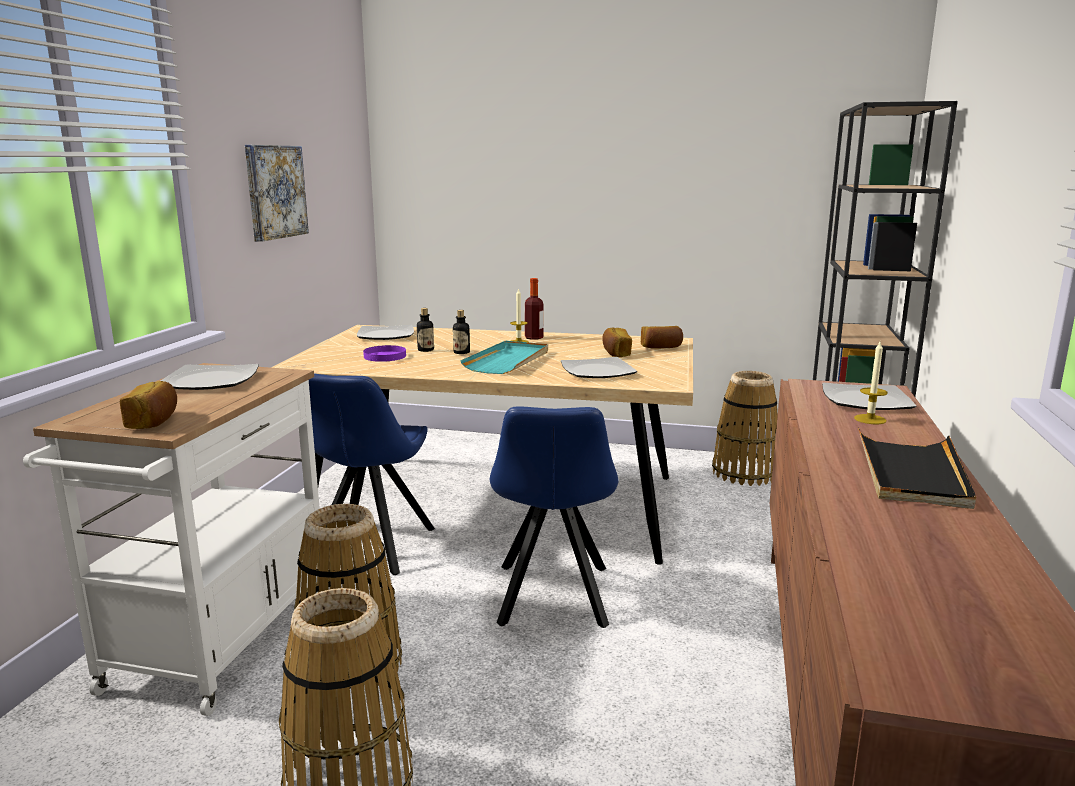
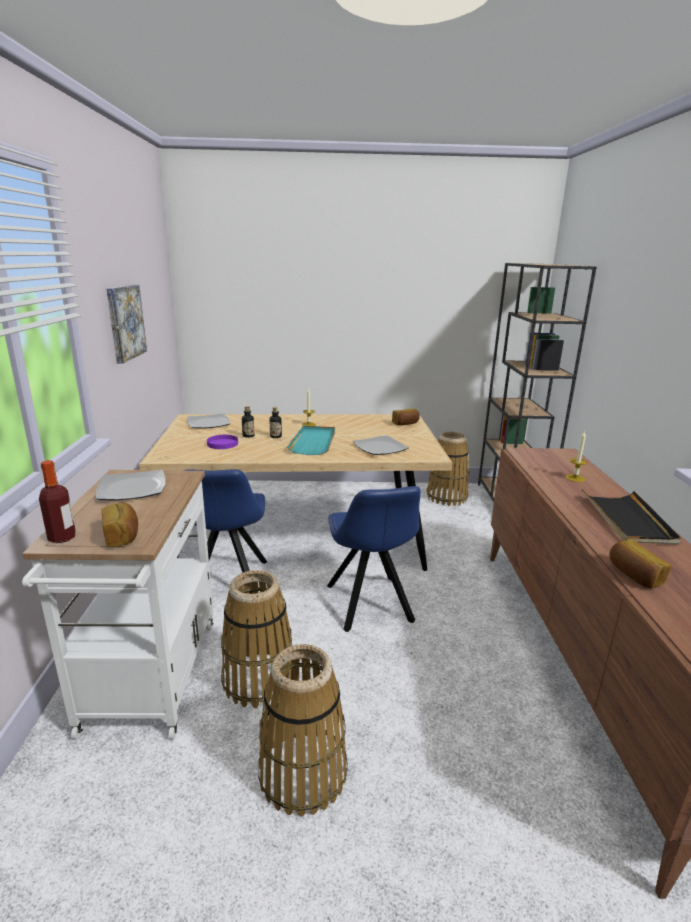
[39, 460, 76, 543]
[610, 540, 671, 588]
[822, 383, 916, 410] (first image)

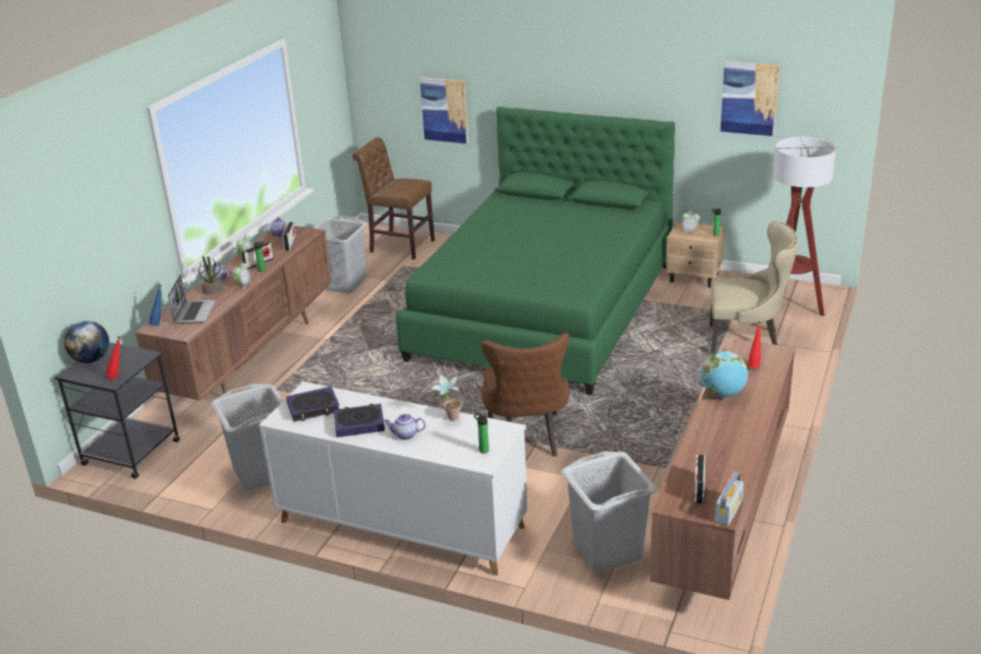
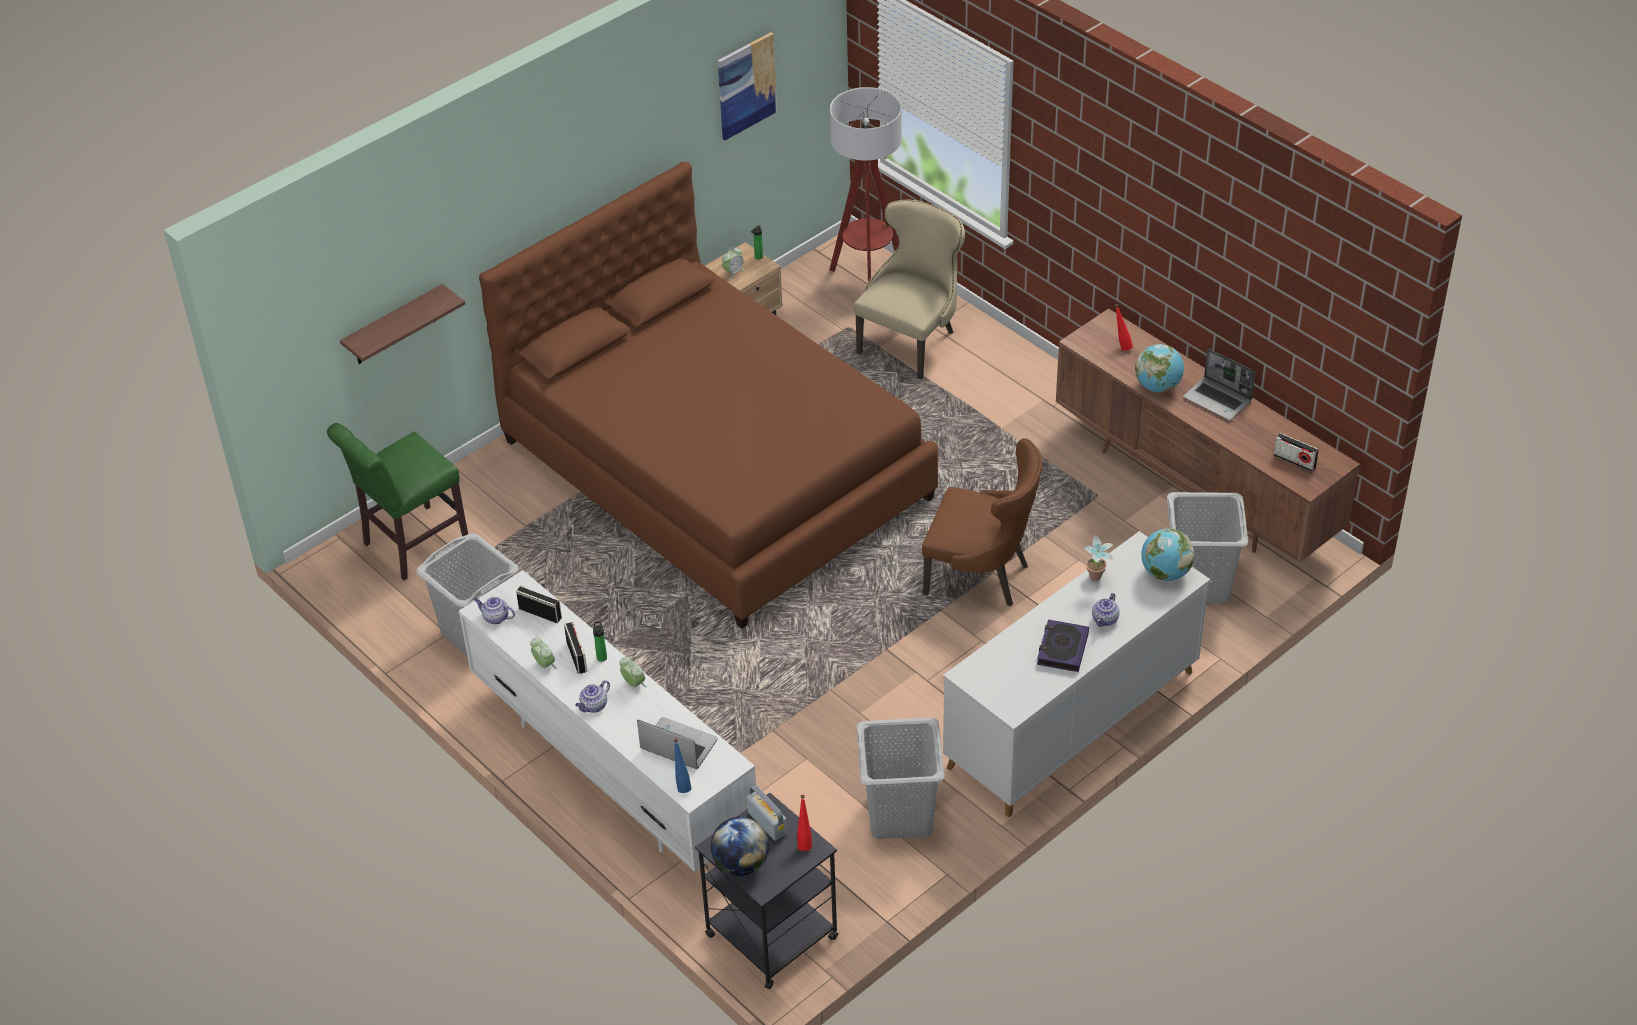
[459, 570, 756, 872]
[199, 256, 223, 294] (first image)
[286, 386, 339, 422] (first image)
[327, 423, 468, 581]
[479, 161, 938, 629]
[340, 284, 465, 364]
[1141, 529, 1194, 581]
[747, 785, 787, 841]
[1183, 349, 1255, 420]

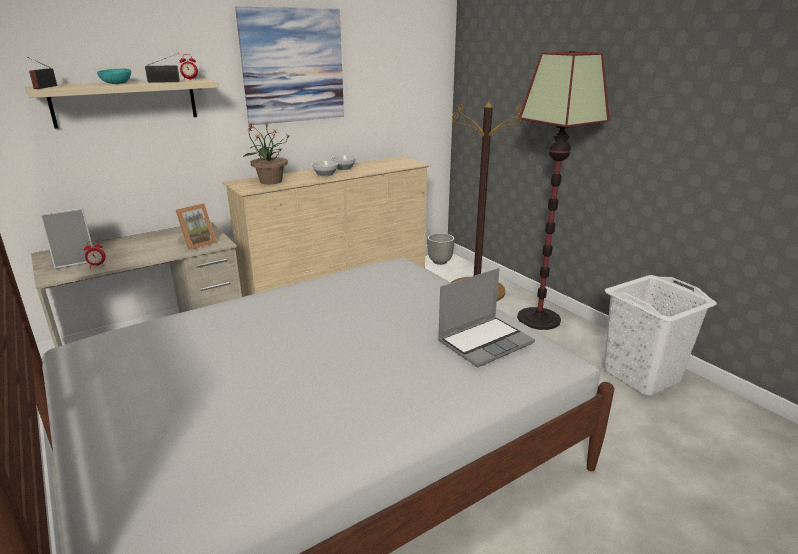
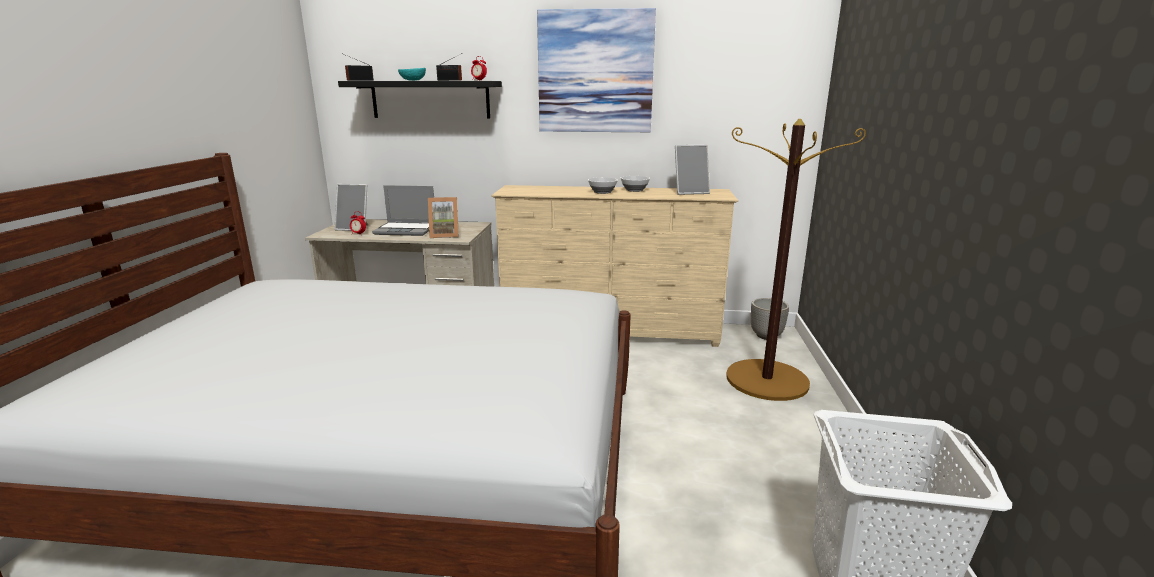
[338, 81, 502, 118]
[242, 123, 291, 184] (first image)
[372, 185, 434, 236]
[517, 51, 610, 330] (first image)
[675, 145, 710, 195]

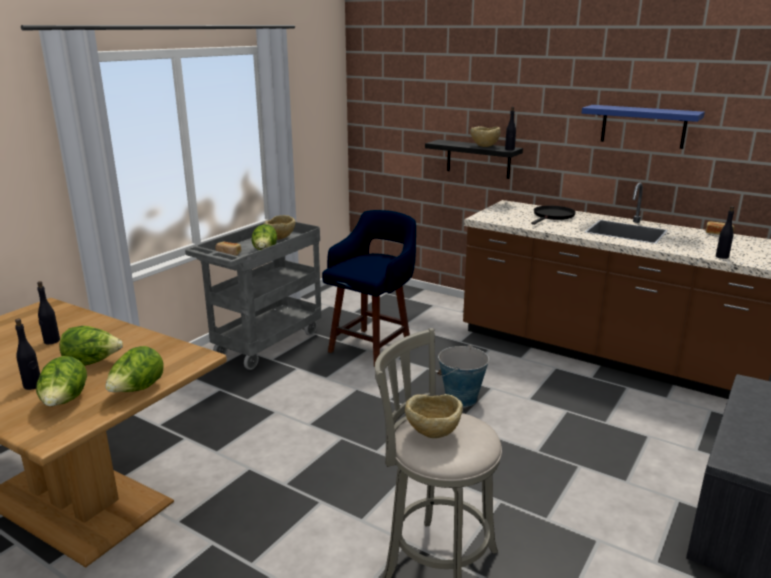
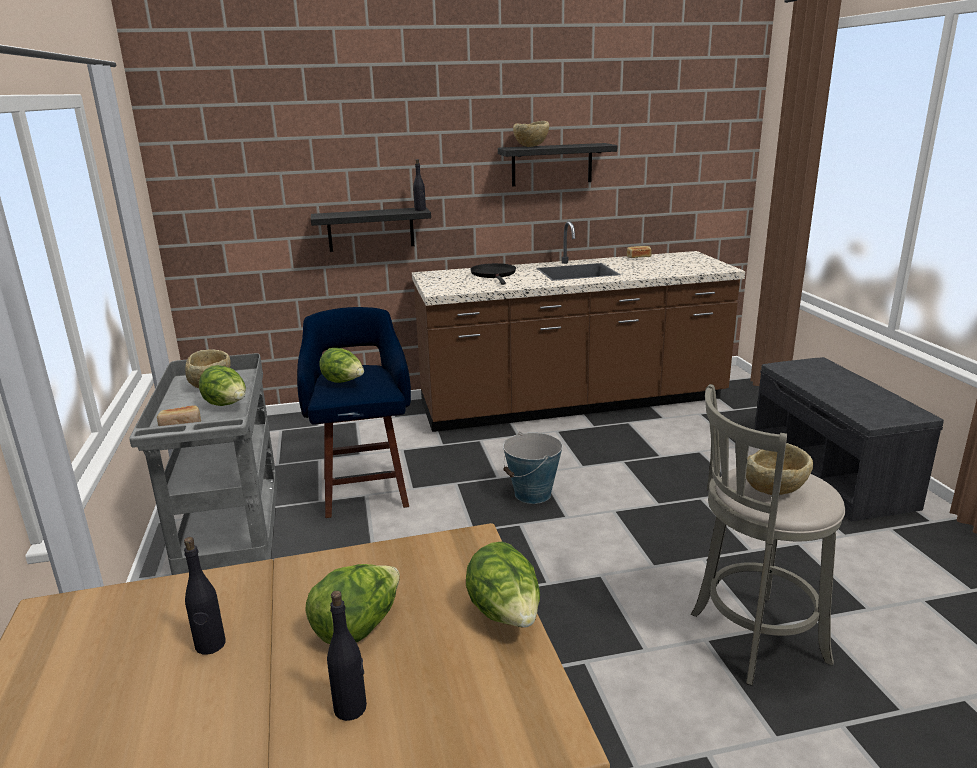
[319, 348, 364, 383]
[513, 121, 549, 147]
[498, 143, 617, 186]
[716, 206, 734, 259] (first image)

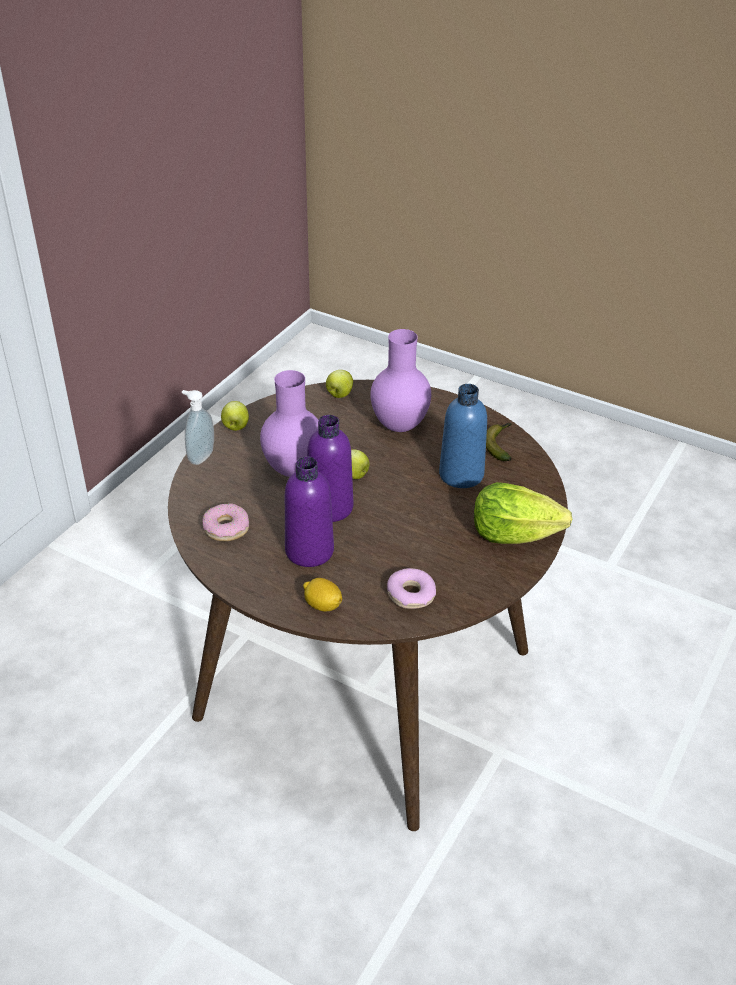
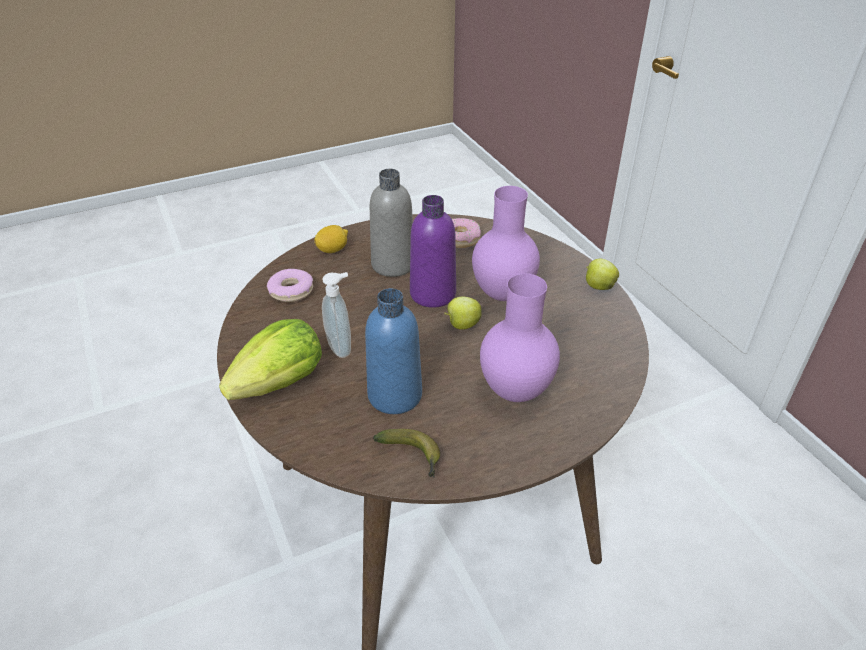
[322, 272, 351, 358]
[370, 169, 413, 277]
[326, 370, 353, 398] (first image)

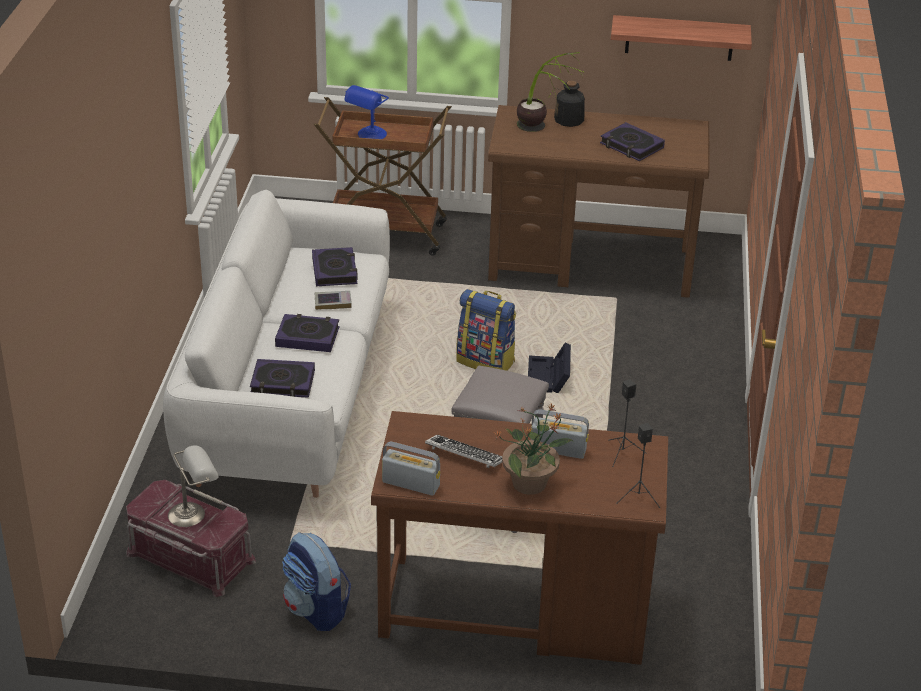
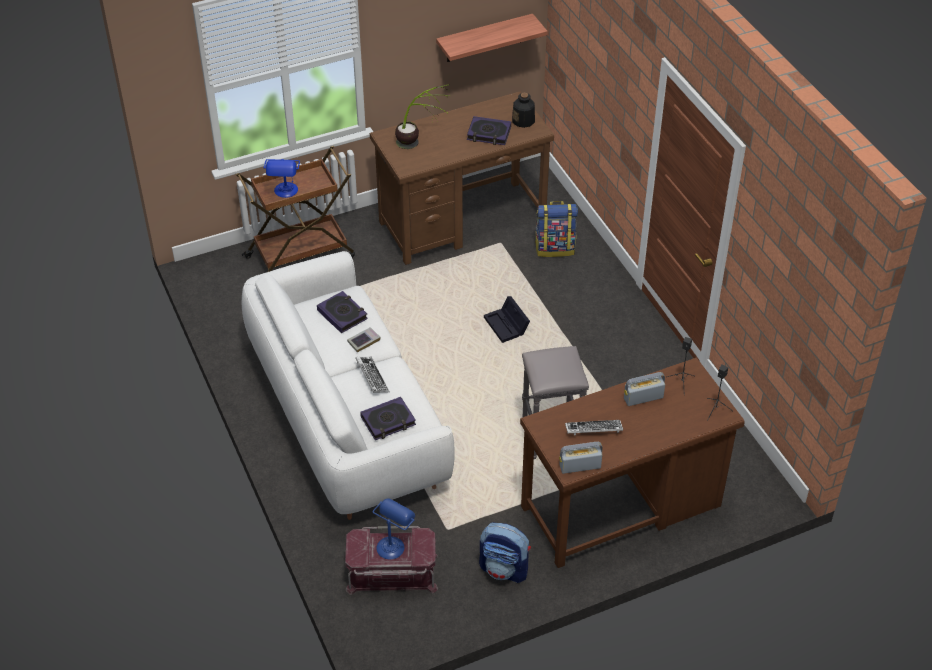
[373, 499, 415, 559]
[356, 357, 390, 393]
[535, 201, 578, 257]
[495, 403, 573, 495] (first image)
[512, 93, 535, 128]

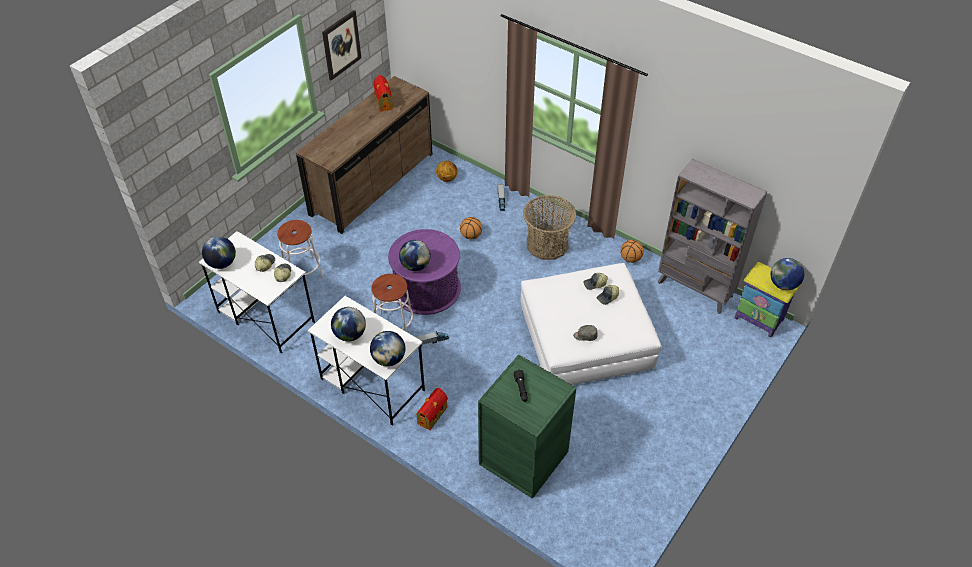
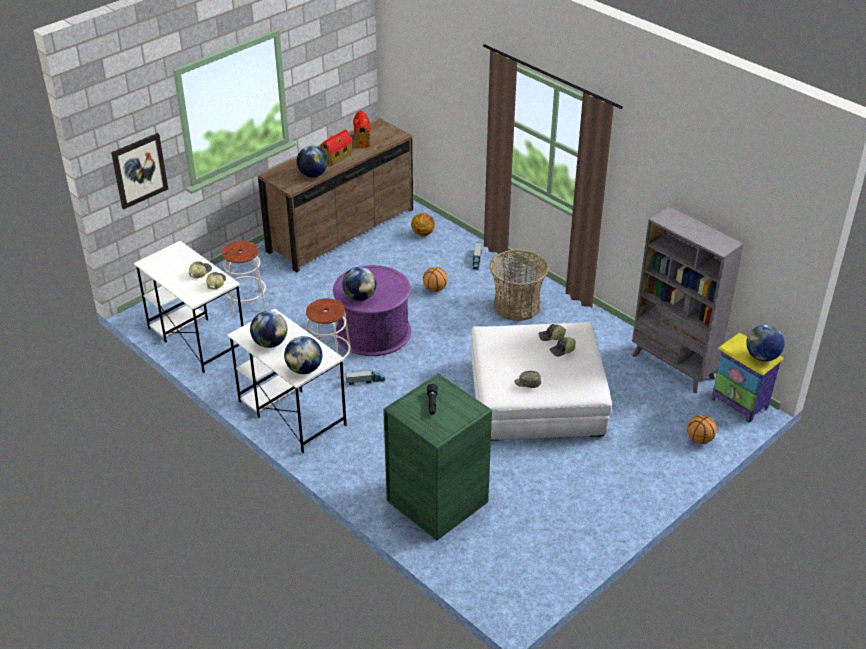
[297, 146, 328, 177]
[111, 133, 168, 209]
[320, 130, 352, 166]
[687, 415, 717, 444]

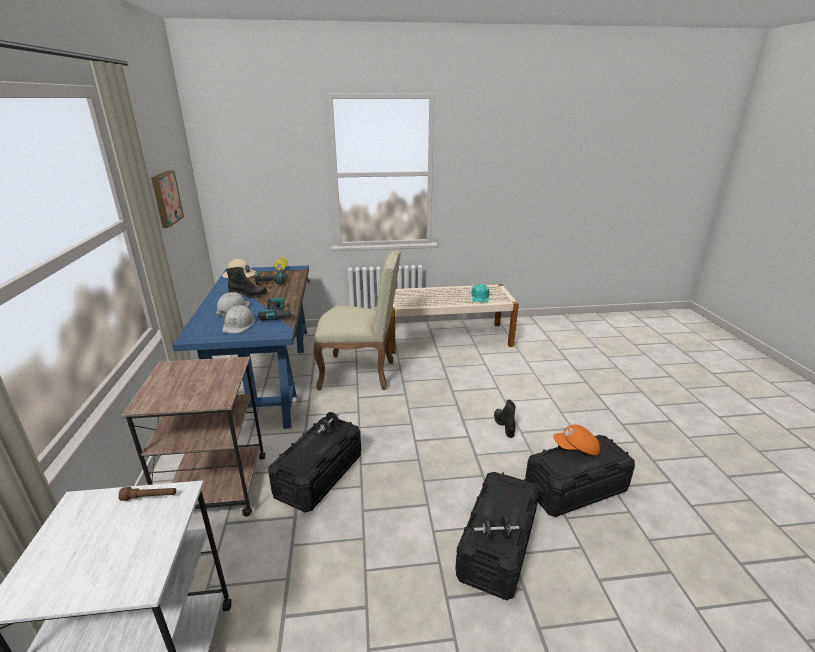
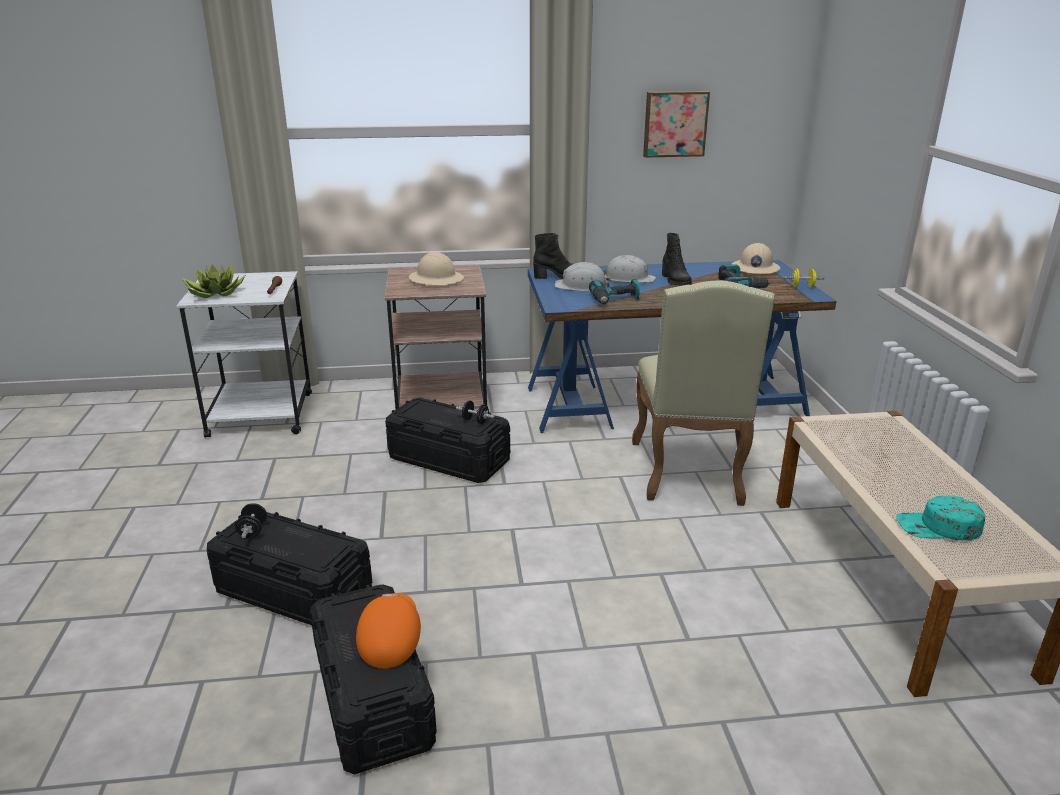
[533, 233, 573, 279]
[181, 264, 245, 298]
[409, 252, 464, 285]

